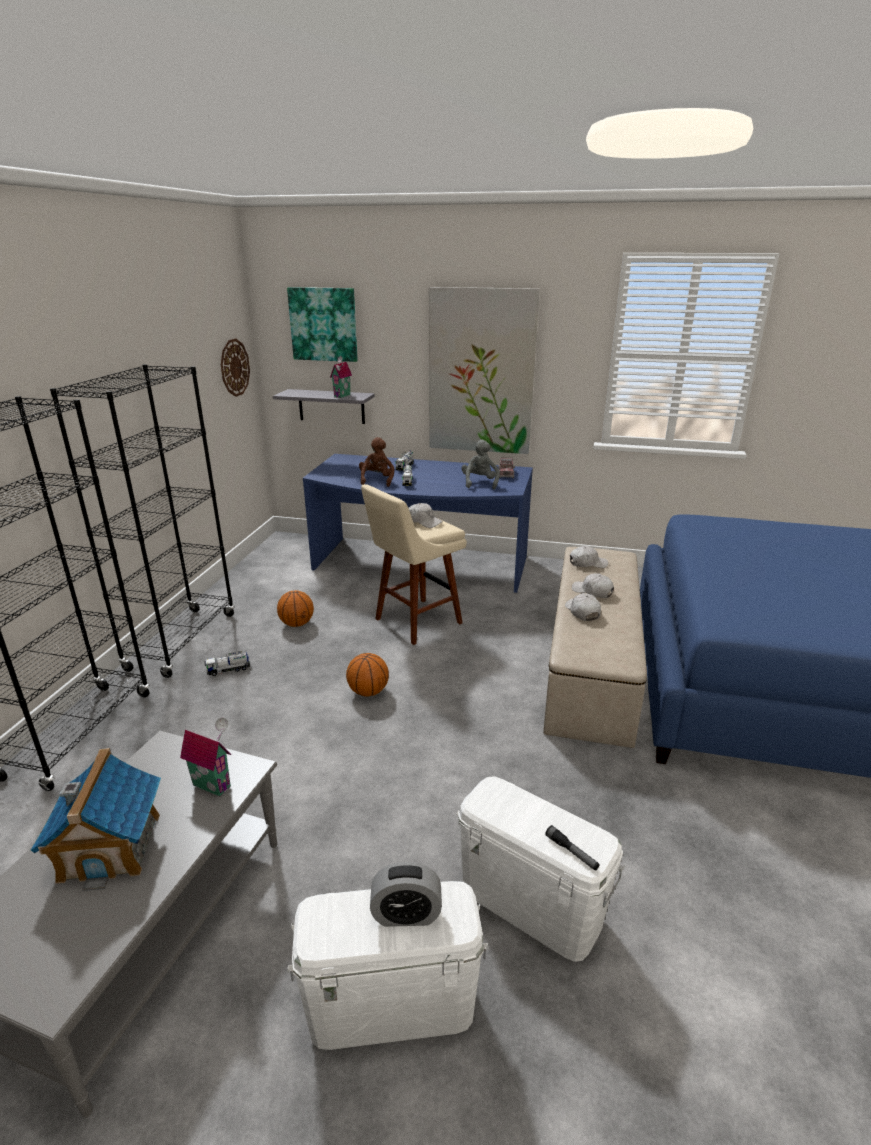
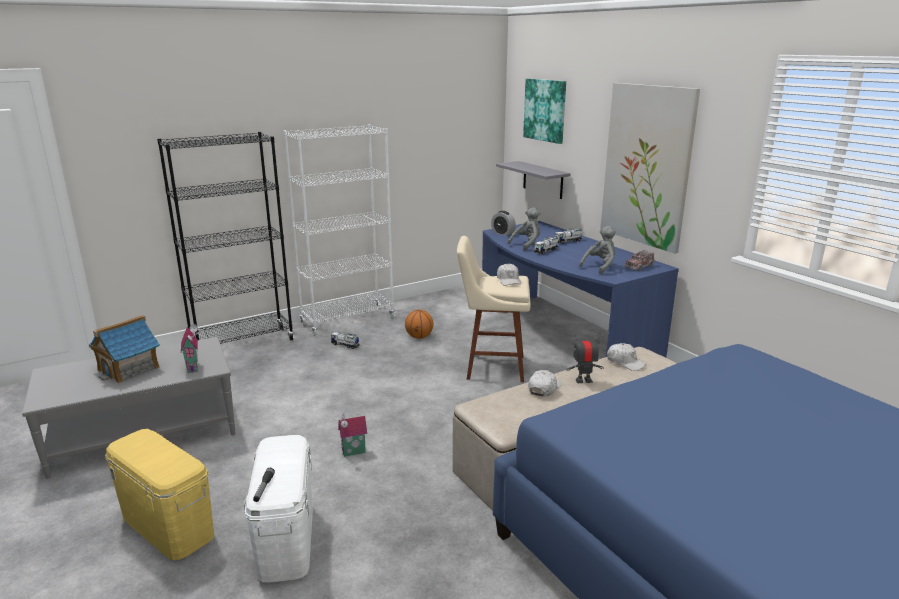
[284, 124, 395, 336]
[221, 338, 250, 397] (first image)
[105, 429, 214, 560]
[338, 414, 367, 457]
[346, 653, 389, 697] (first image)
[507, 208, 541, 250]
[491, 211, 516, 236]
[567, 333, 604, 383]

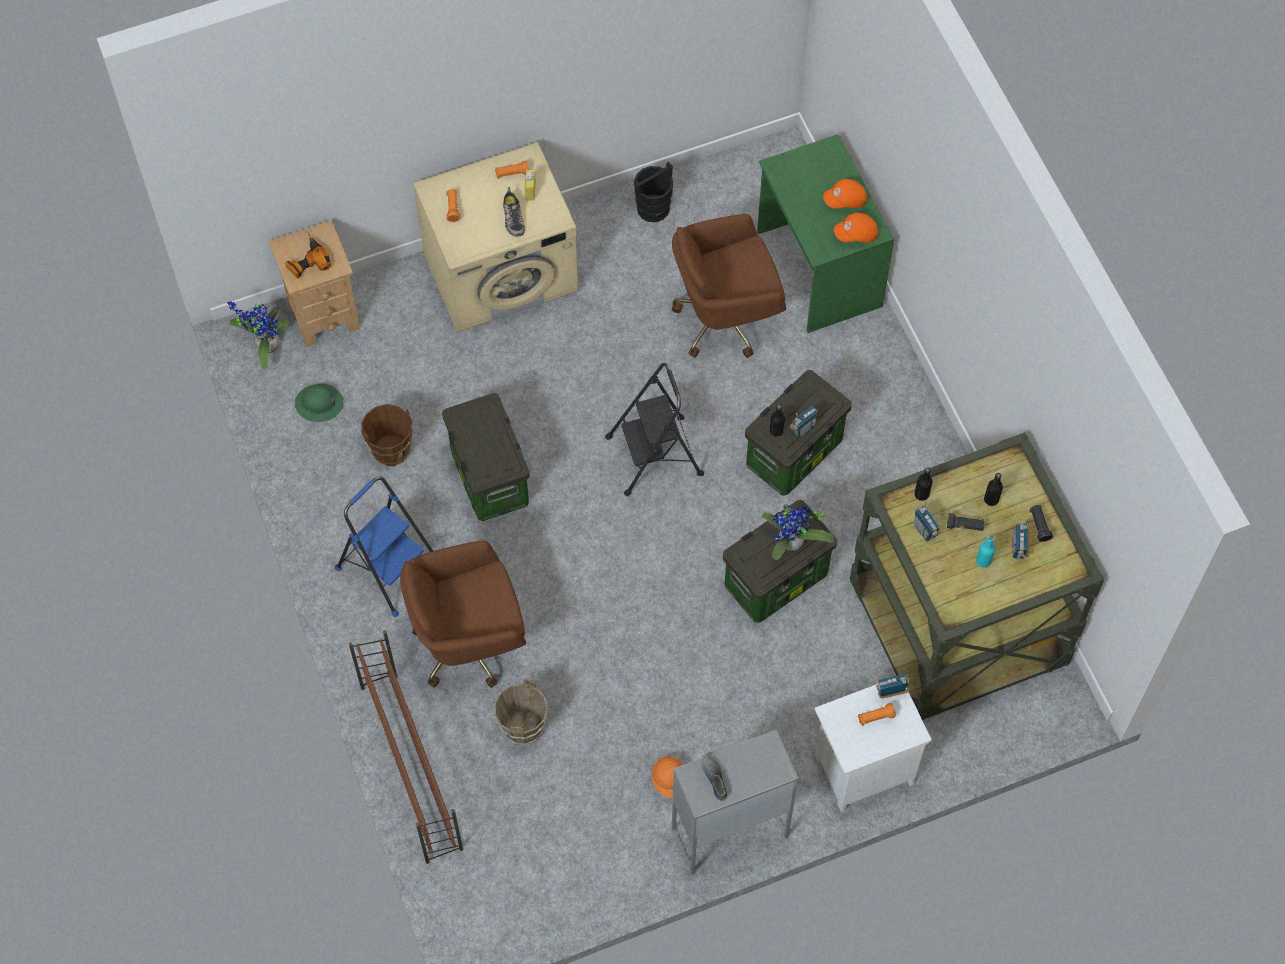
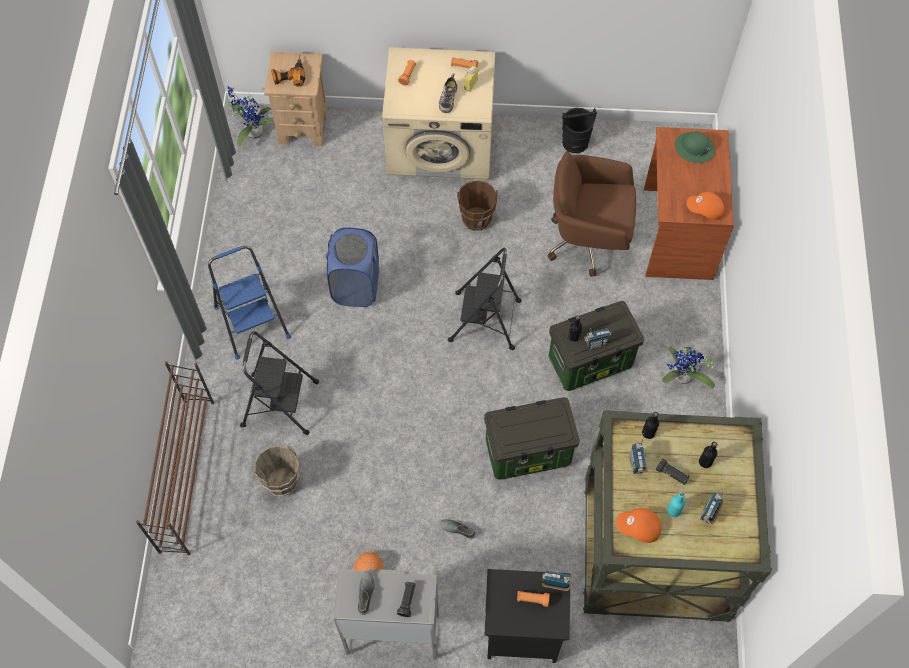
[675, 131, 715, 163]
[457, 180, 497, 231]
[240, 331, 319, 435]
[326, 228, 379, 307]
[644, 127, 734, 280]
[662, 346, 715, 389]
[485, 569, 570, 663]
[616, 508, 661, 543]
[397, 582, 416, 617]
[438, 519, 475, 539]

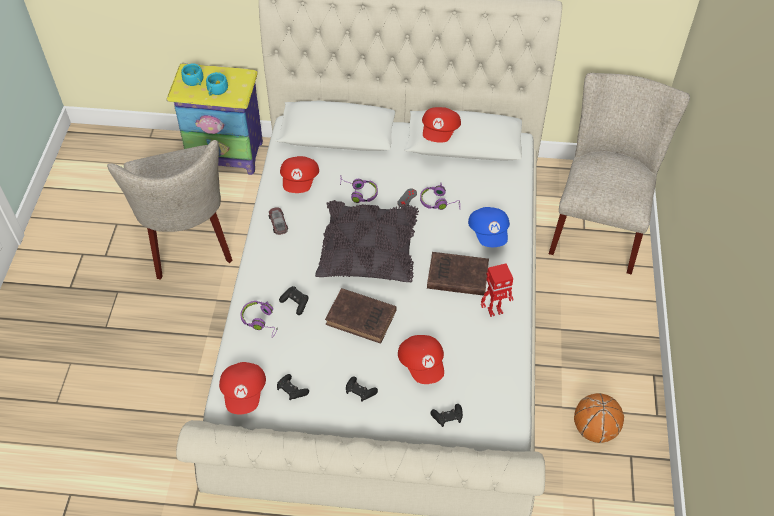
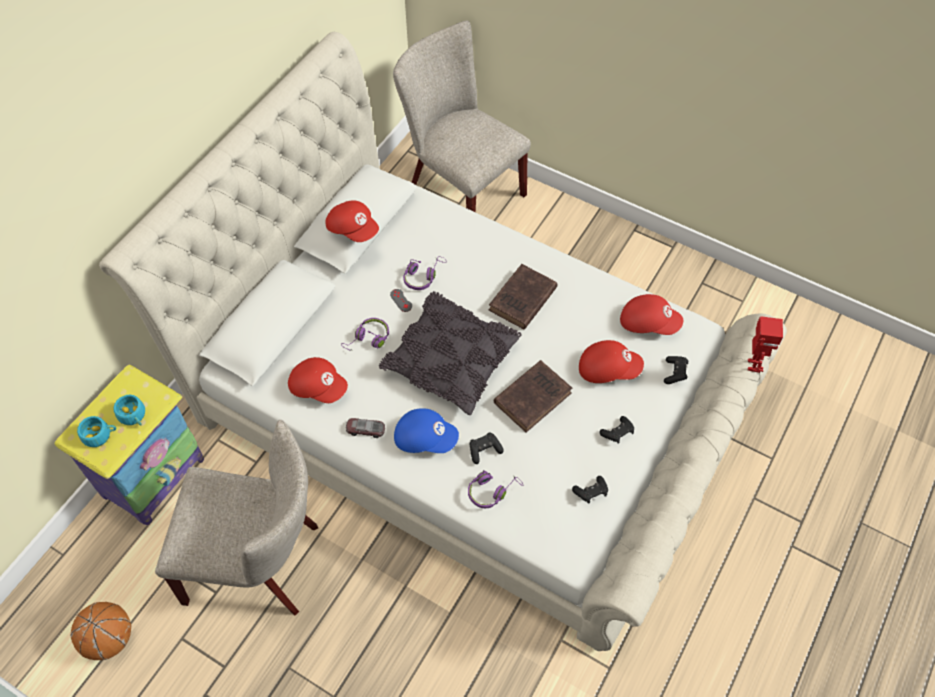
[620, 294, 683, 335]
[394, 408, 459, 453]
[748, 316, 783, 373]
[71, 602, 131, 660]

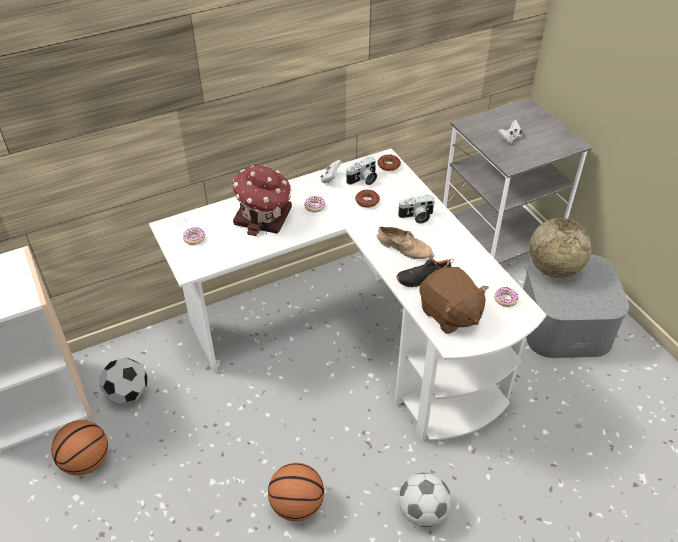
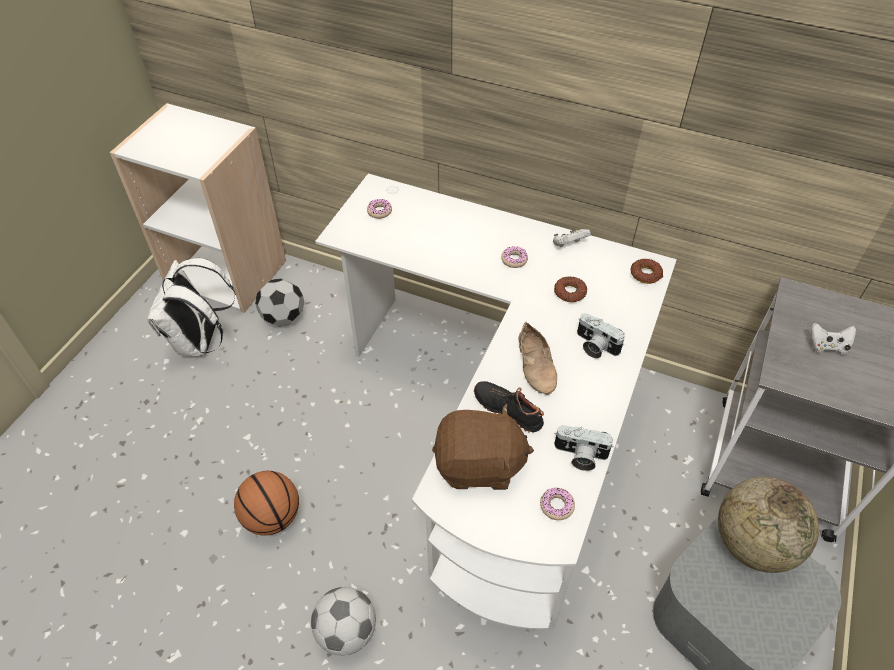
[148, 258, 236, 357]
[233, 165, 292, 236] (first image)
[554, 425, 614, 471]
[432, 404, 534, 490]

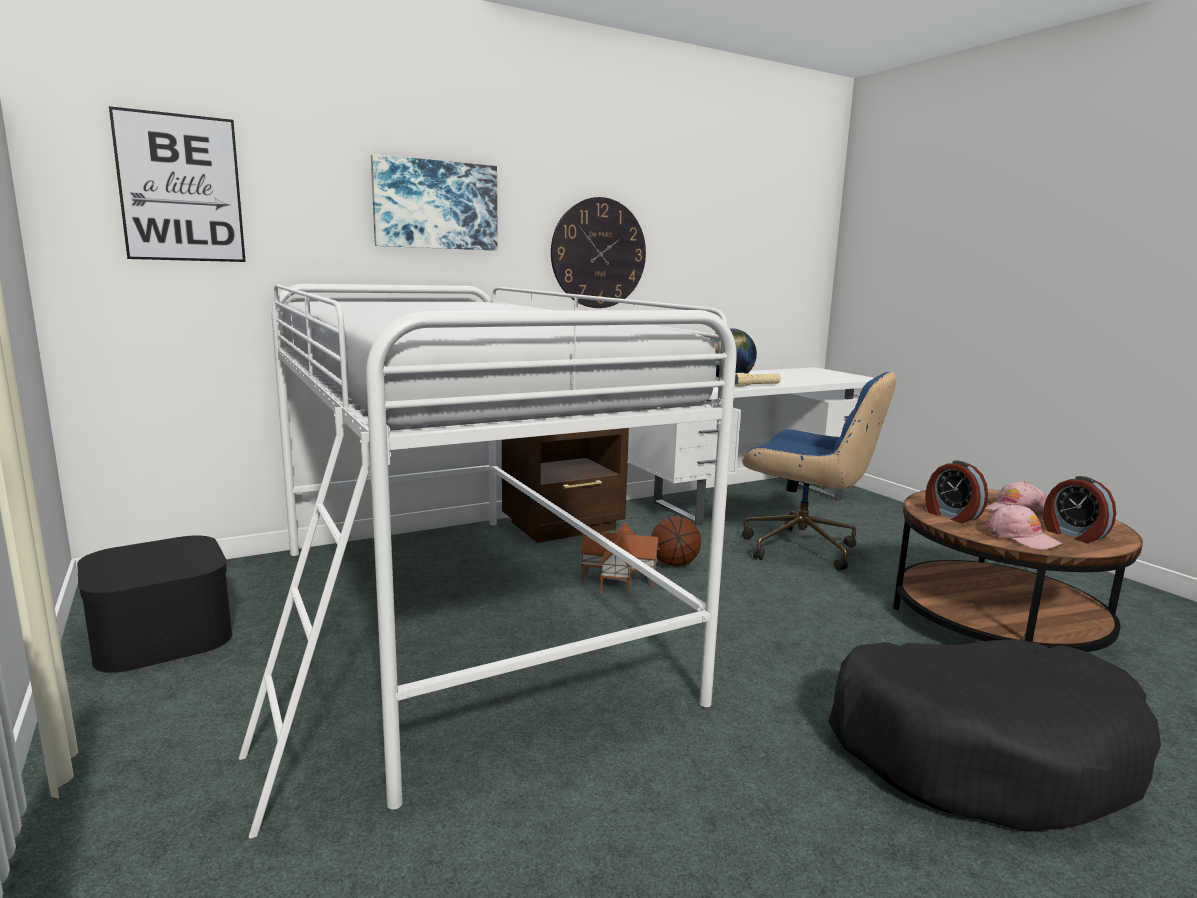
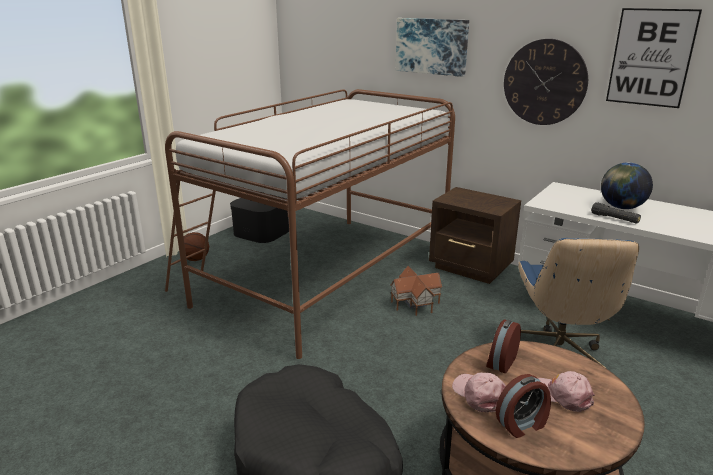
[606, 8, 702, 108]
[165, 89, 455, 359]
[184, 232, 209, 261]
[591, 202, 641, 224]
[452, 372, 506, 413]
[496, 374, 551, 438]

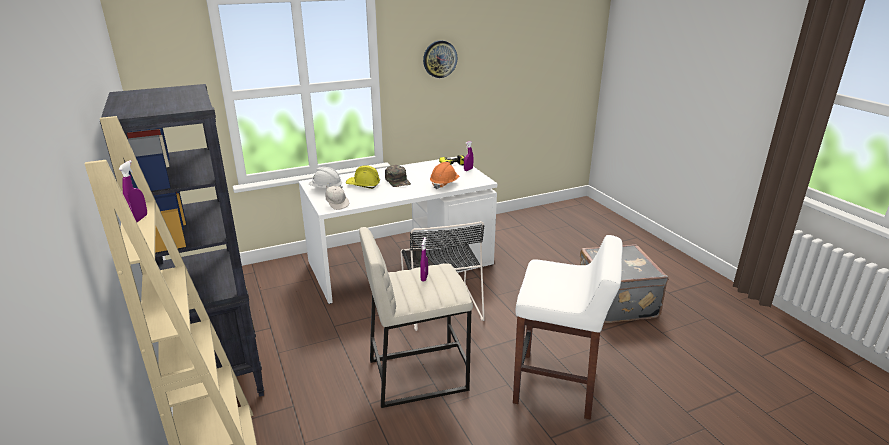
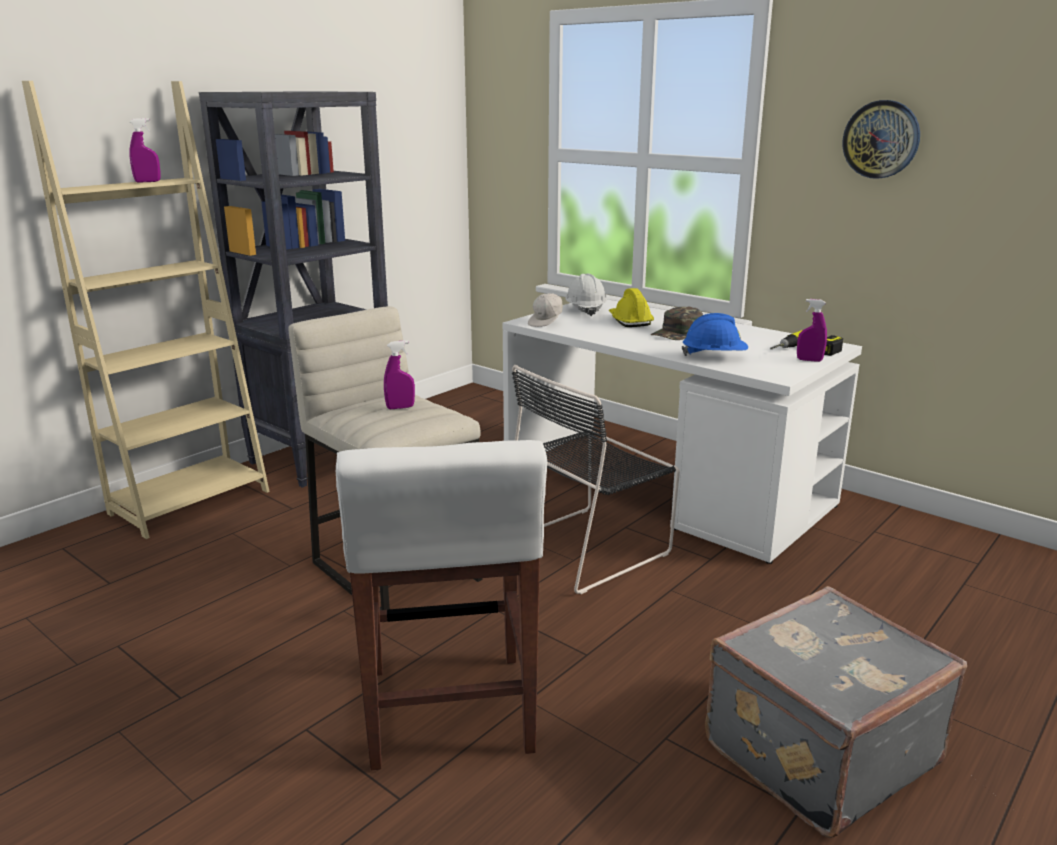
[682, 313, 748, 356]

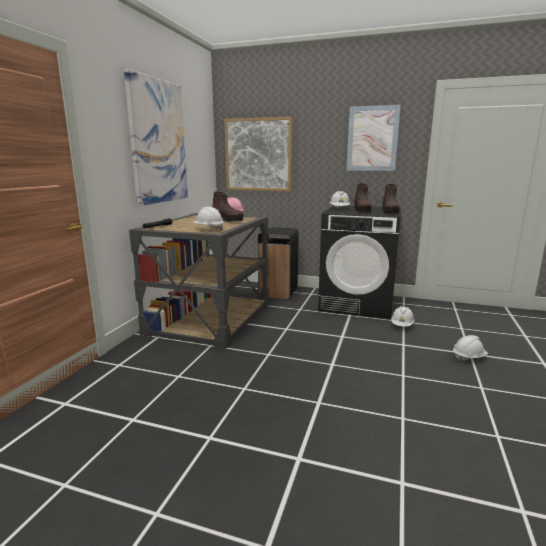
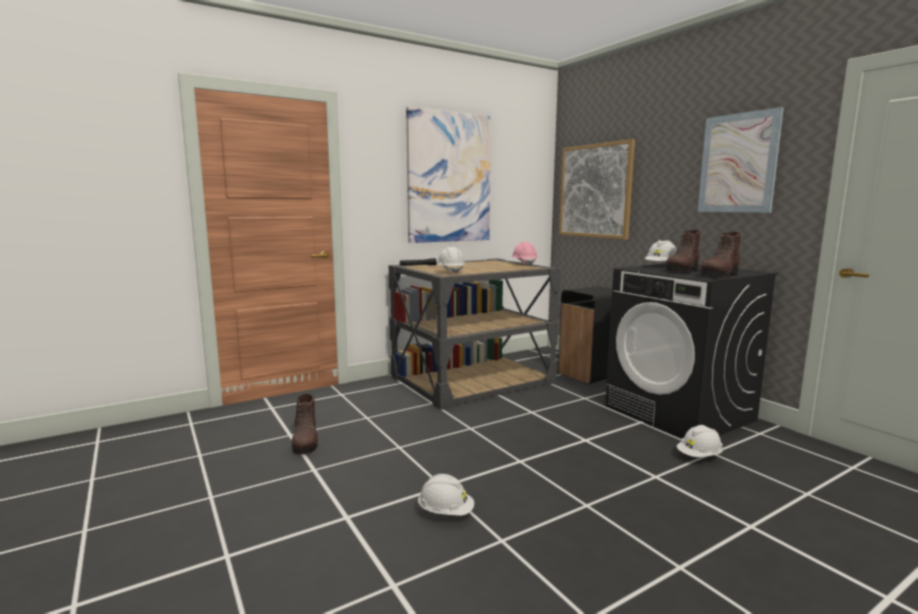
[291, 394, 318, 454]
[417, 474, 474, 516]

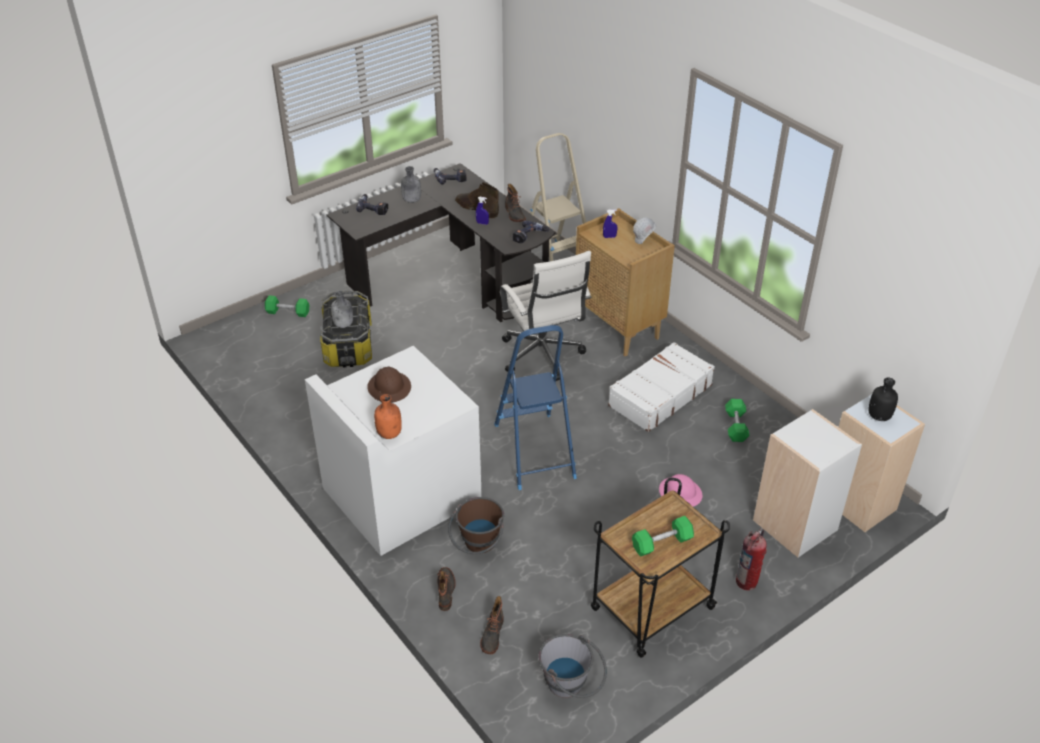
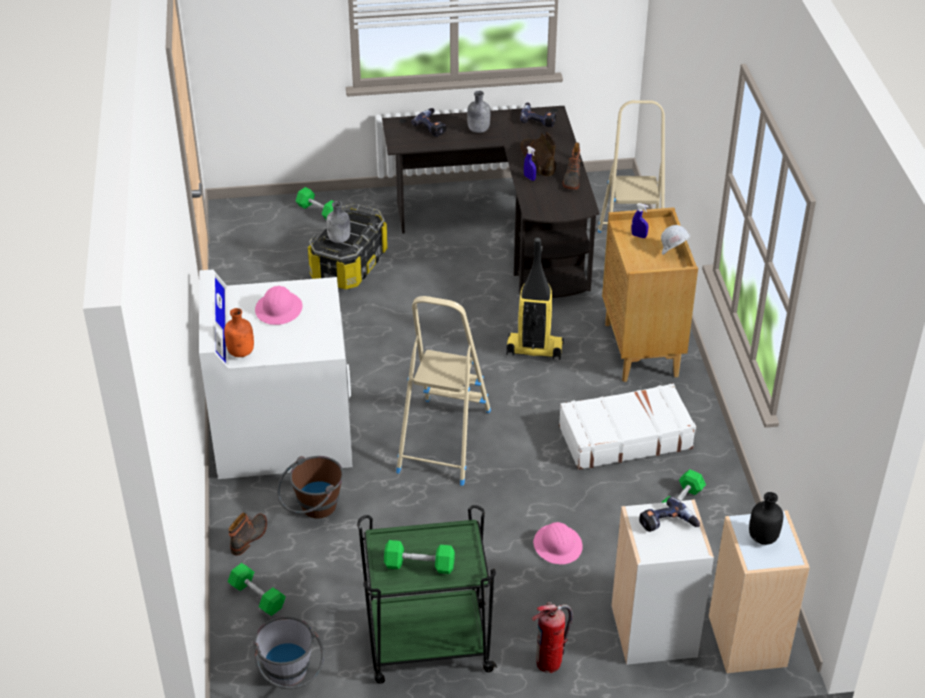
[255, 286, 303, 325]
[228, 563, 286, 616]
[396, 296, 491, 486]
[506, 237, 564, 360]
[639, 496, 700, 532]
[357, 505, 497, 684]

